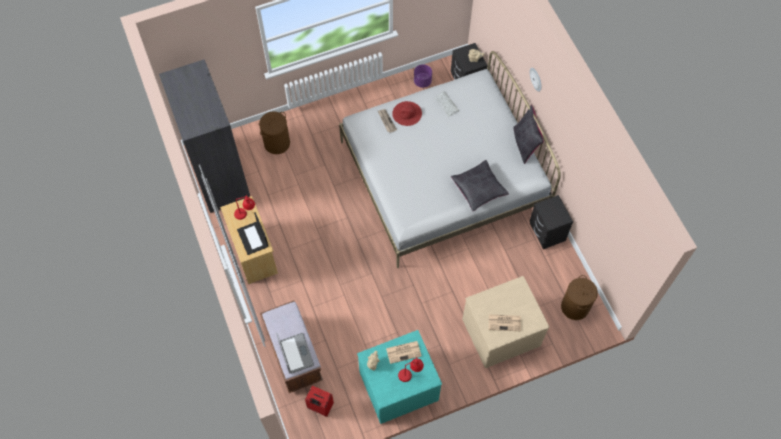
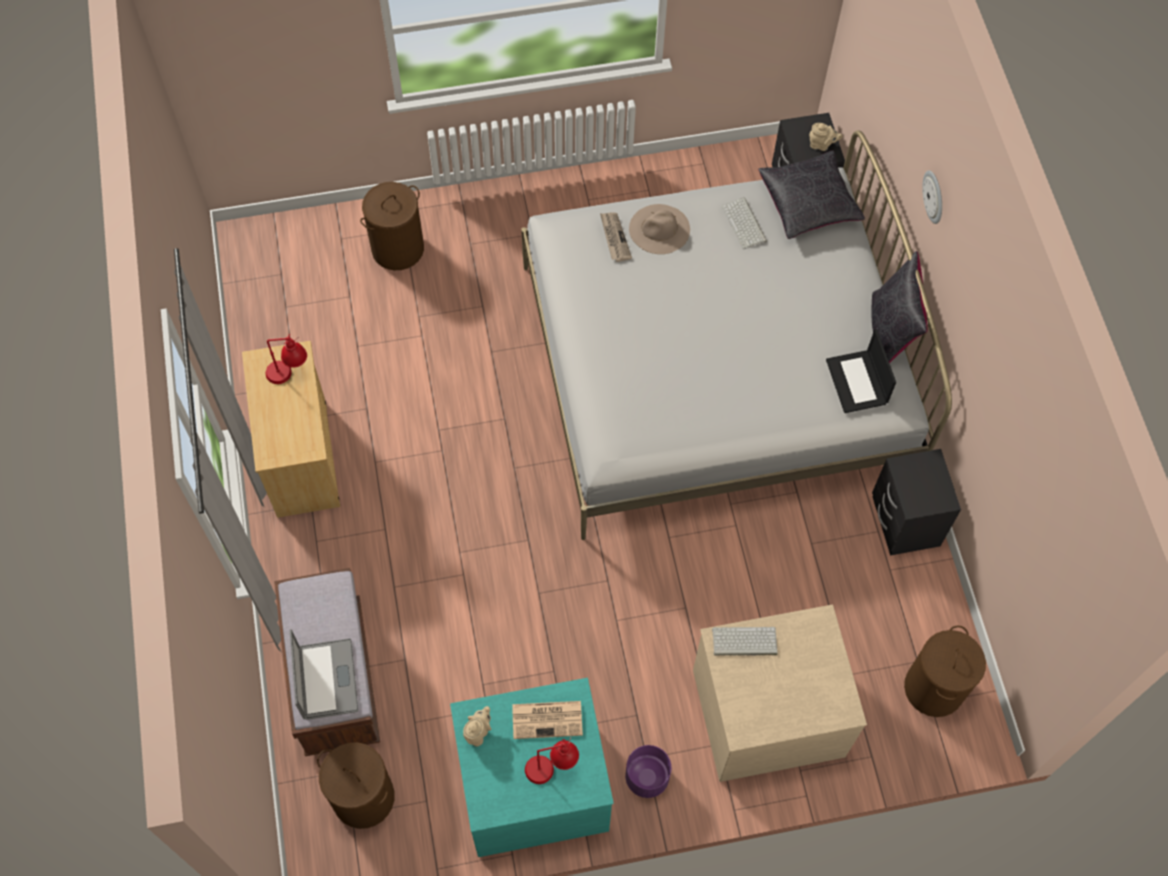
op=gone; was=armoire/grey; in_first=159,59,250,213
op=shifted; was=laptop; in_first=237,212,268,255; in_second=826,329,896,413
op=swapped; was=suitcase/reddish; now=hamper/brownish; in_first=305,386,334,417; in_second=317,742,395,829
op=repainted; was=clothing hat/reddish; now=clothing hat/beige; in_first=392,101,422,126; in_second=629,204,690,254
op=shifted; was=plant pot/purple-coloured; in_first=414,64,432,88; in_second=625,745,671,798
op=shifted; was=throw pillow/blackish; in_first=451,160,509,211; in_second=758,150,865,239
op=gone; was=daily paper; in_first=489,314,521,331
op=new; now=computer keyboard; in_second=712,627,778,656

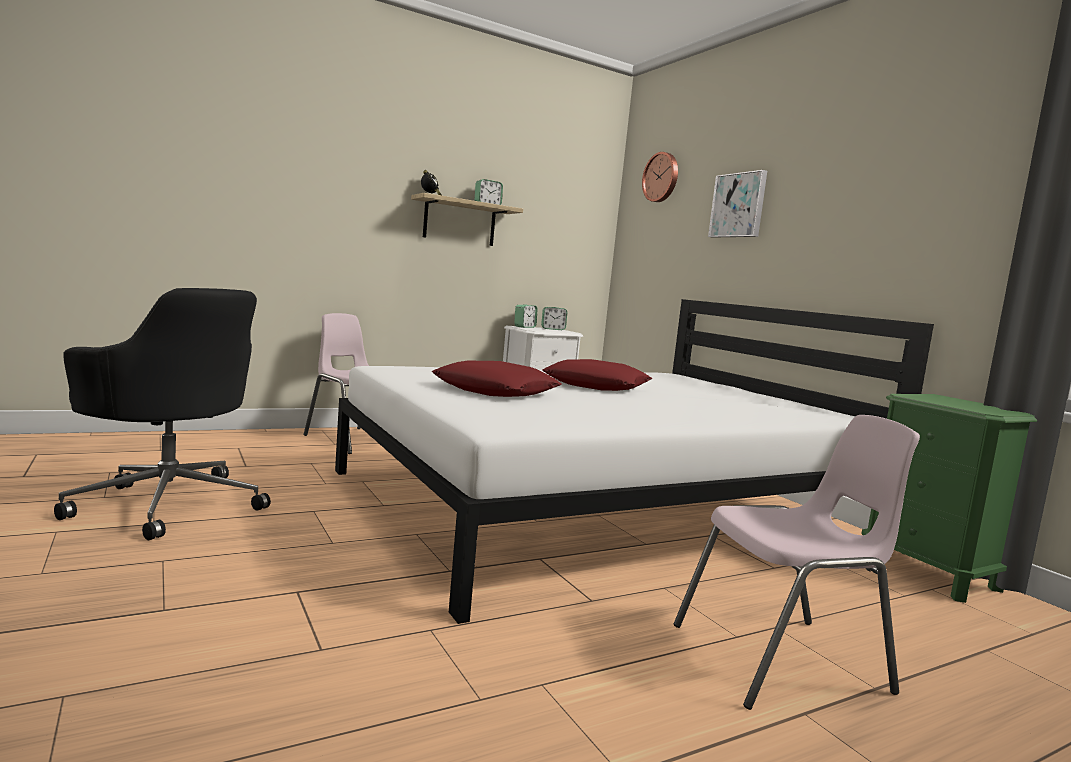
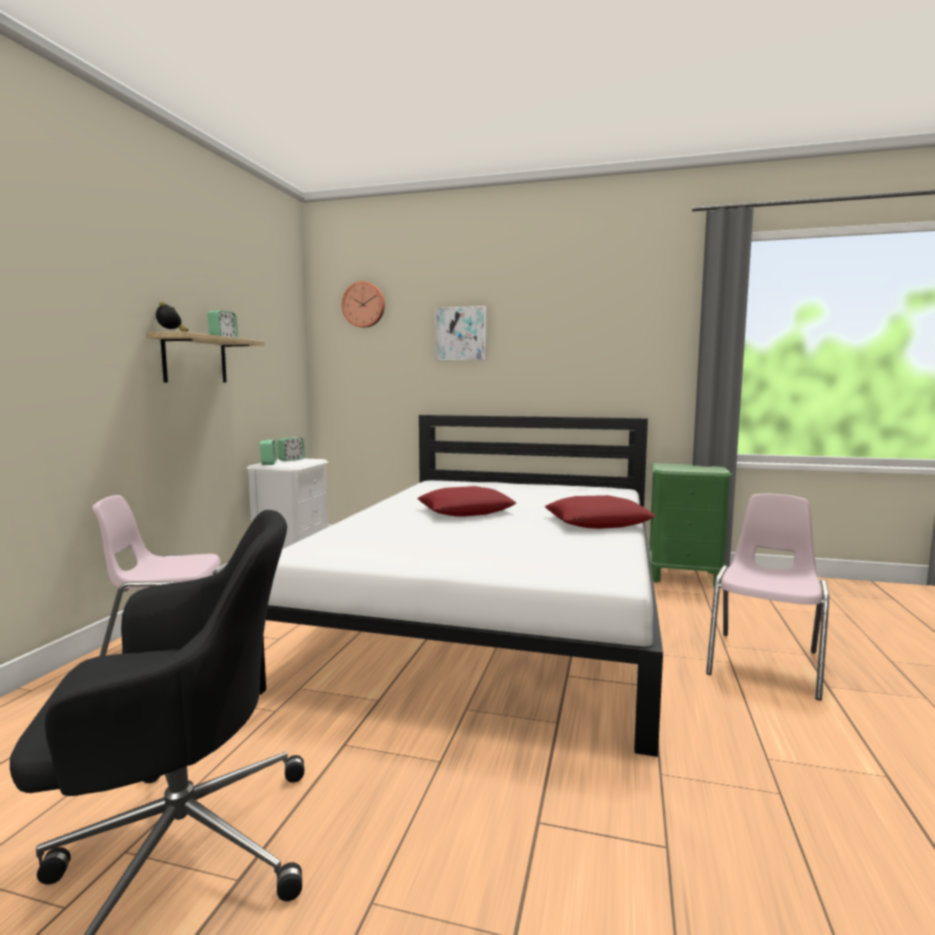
op=shifted; was=throw pillow/reddish; in_first=432,361,562,397; in_second=545,495,656,529

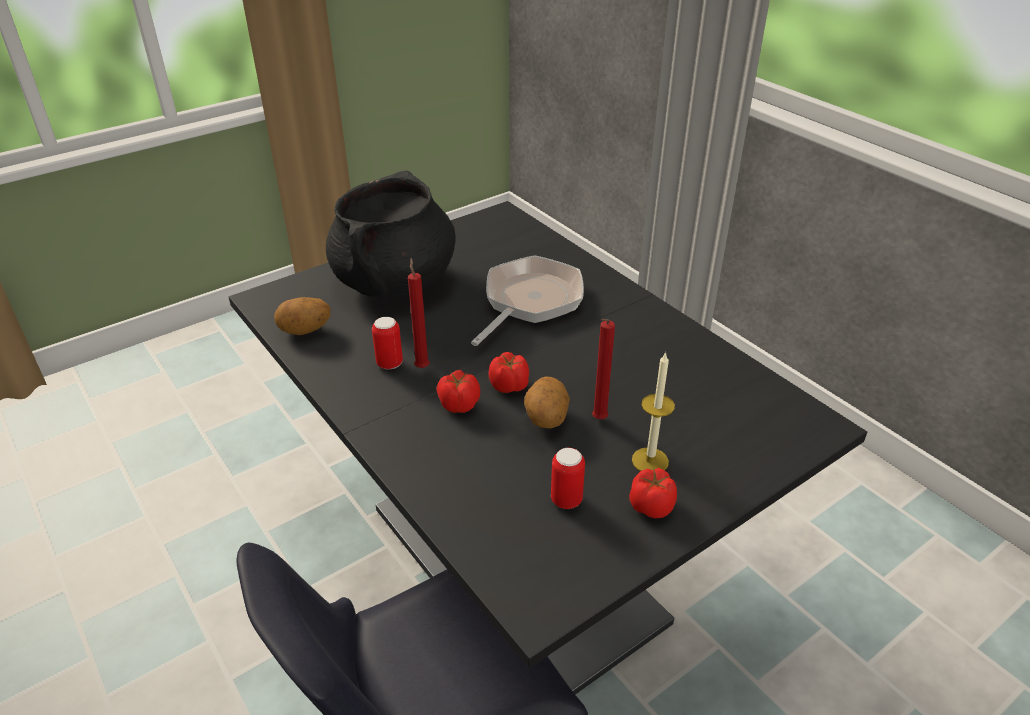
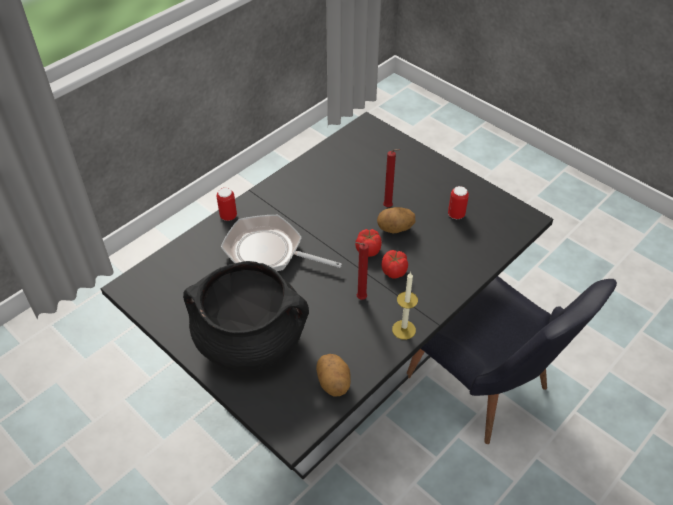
op=shifted; was=sealed can; in_first=372,317,403,369; in_second=217,188,237,221
op=gone; was=fresh tomato; in_first=629,468,677,518
op=shifted; was=wax candle; in_first=632,352,675,471; in_second=392,272,418,340

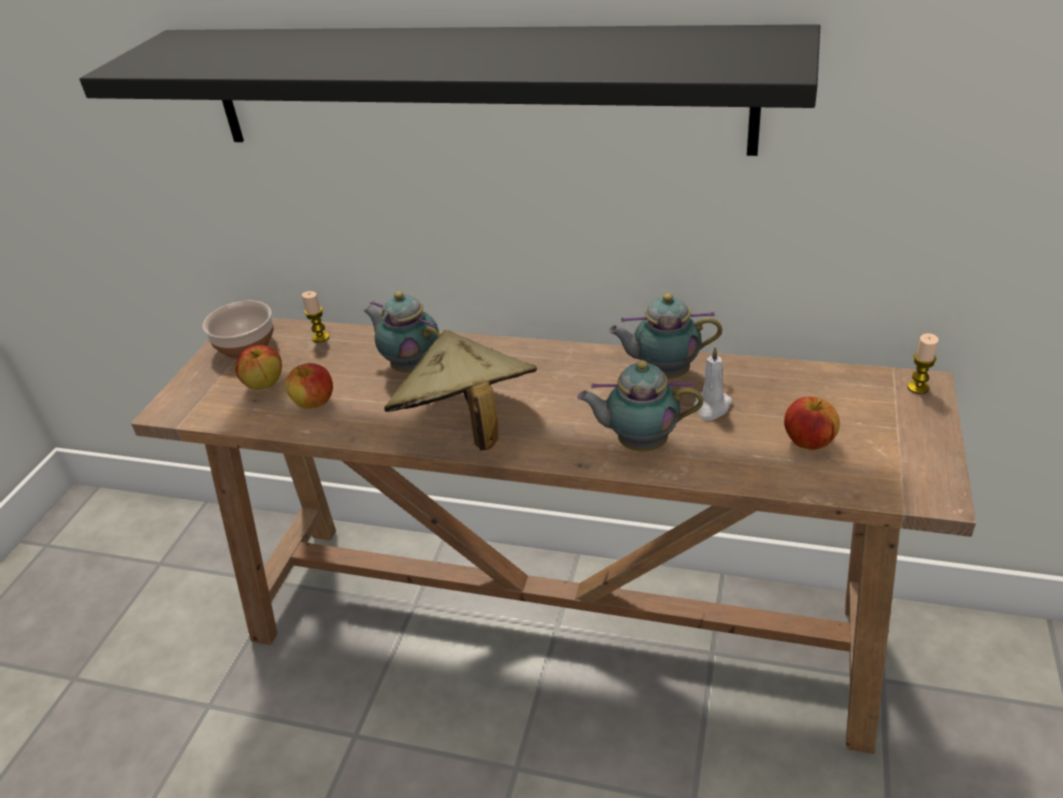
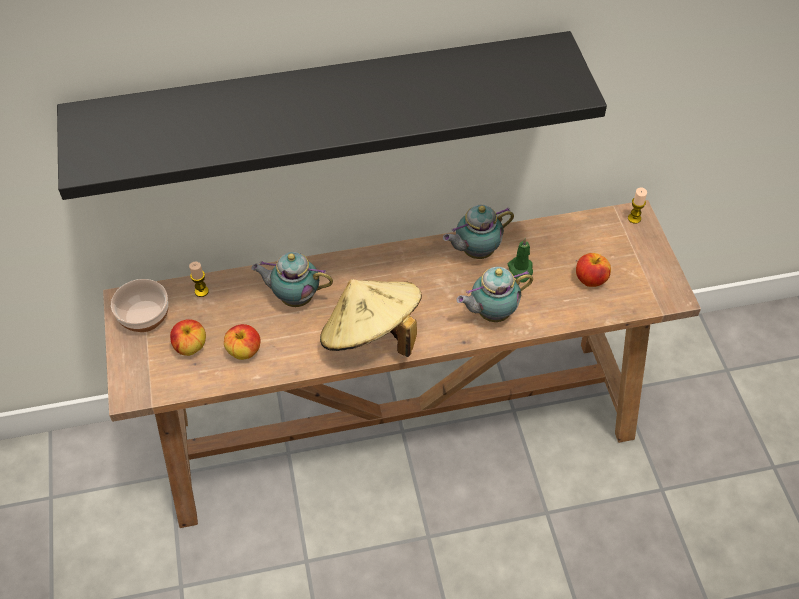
op=repainted; was=wax candle/whitish; now=wax candle/green-coloured; in_first=694,346,732,420; in_second=508,238,533,283

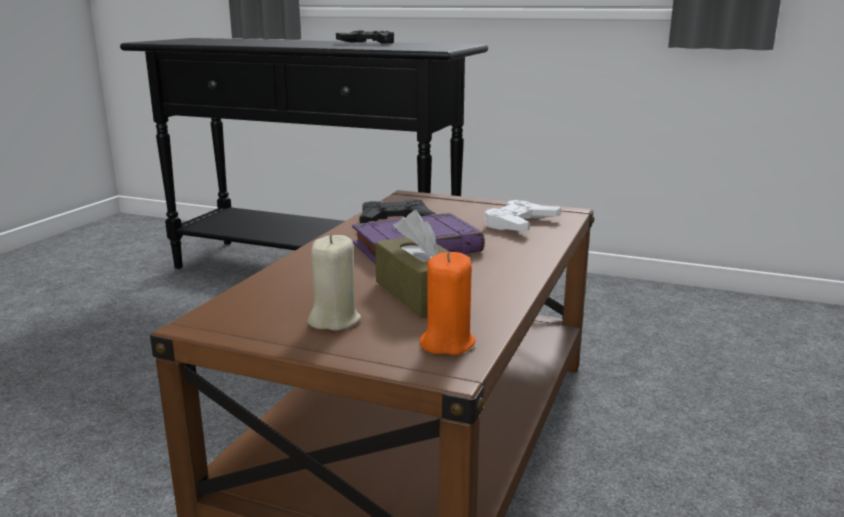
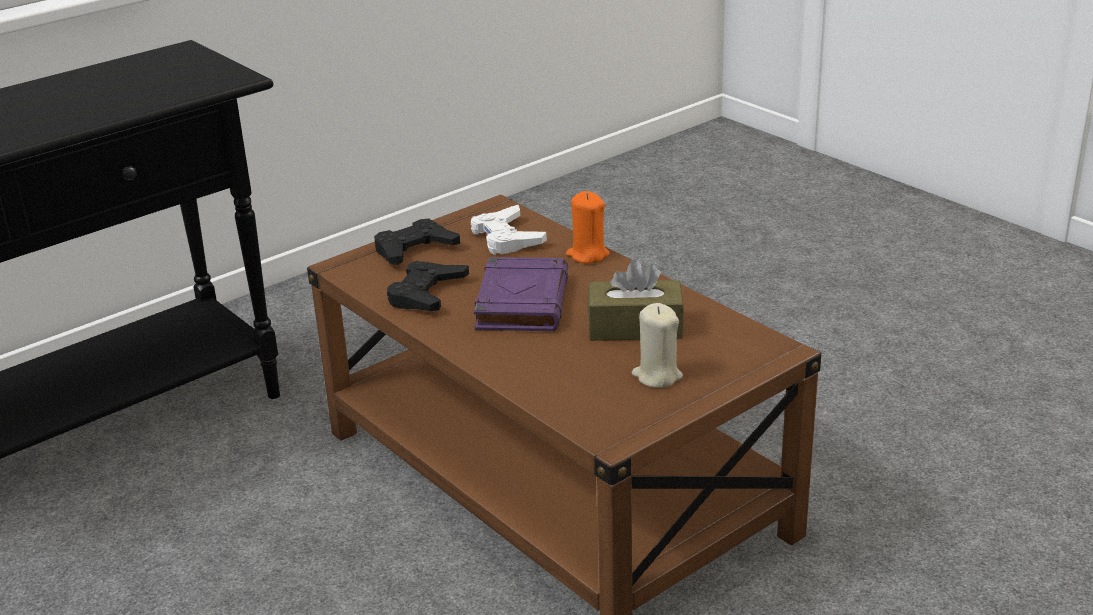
op=shifted; was=gamepad/blackish; in_first=336,30,394,44; in_second=374,219,460,265
op=shifted; was=wax candle/orange-coloured; in_first=420,252,476,355; in_second=566,191,610,263

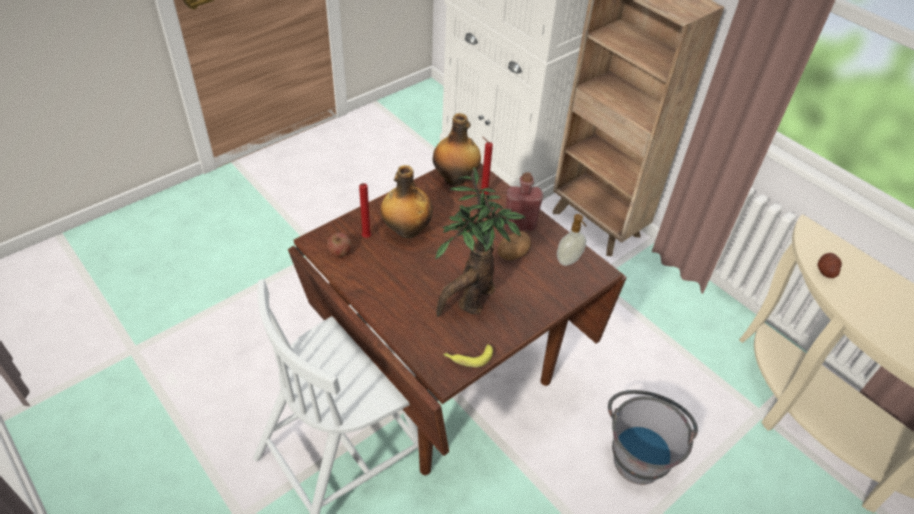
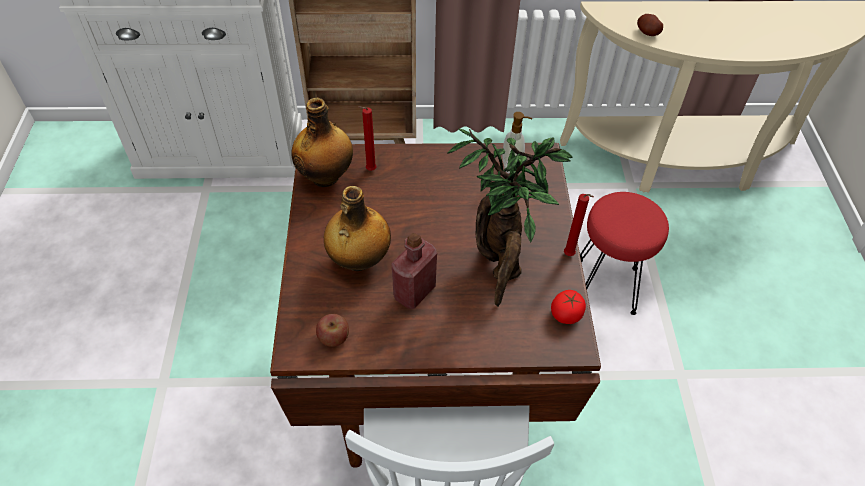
op=shifted; was=wax candle/reddish; in_first=359,183,371,238; in_second=564,194,594,256
op=swapped; was=banana; now=fresh tomato; in_first=443,344,493,367; in_second=551,290,586,324
op=gone; was=whole potato; in_first=497,231,531,260
op=shifted; was=drink bottle/reddish; in_first=505,172,543,231; in_second=391,233,437,309
op=swapped; was=water bucket/grey; now=stool/reddish; in_first=608,390,698,485; in_second=580,192,669,315

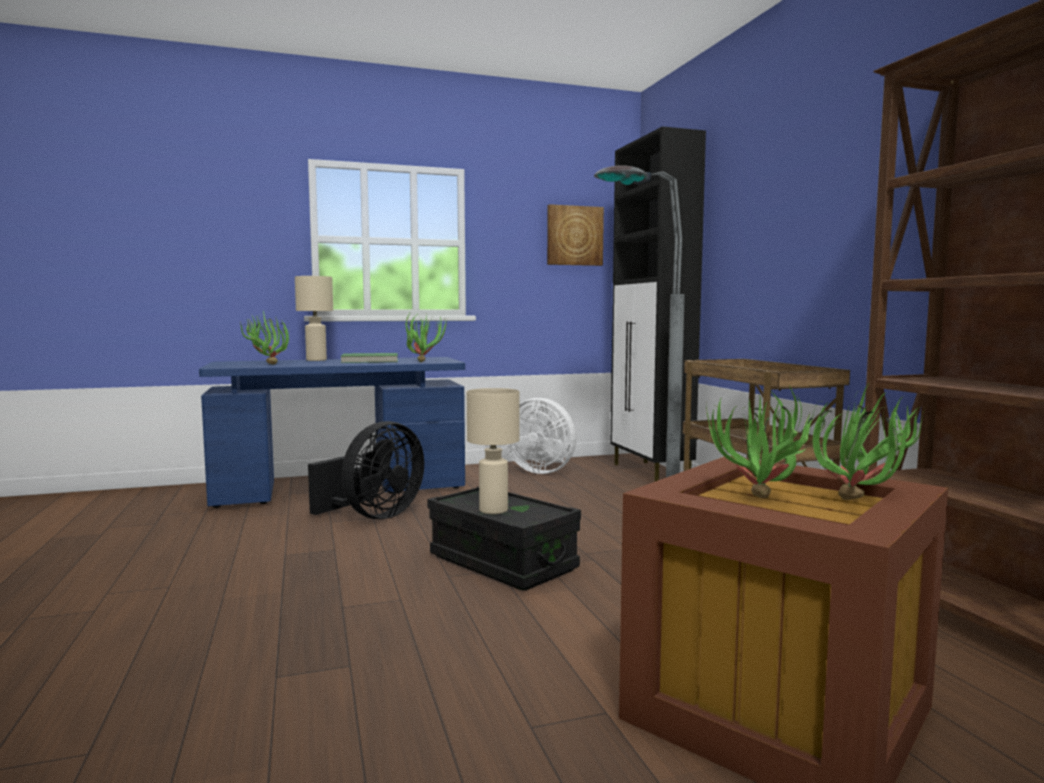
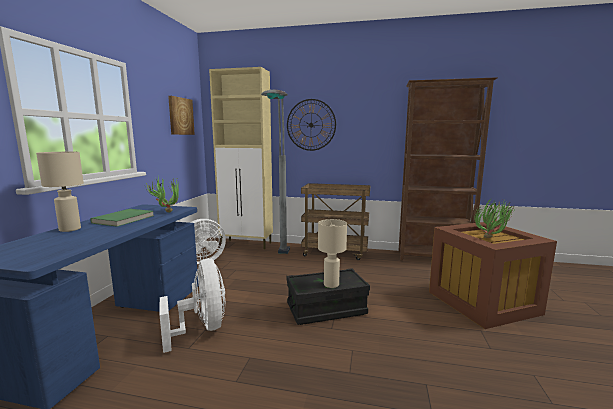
op=gone; was=plant in a pot; in_first=240,311,290,364
op=repainted; was=fan/blackish; now=fan/whitish; in_first=308,421,424,519; in_second=160,259,225,353
op=repainted; was=cupboard/blackish; now=cupboard/beige; in_first=610,126,706,482; in_second=209,67,273,249
op=new; now=clock on the wall; in_second=287,99,336,151

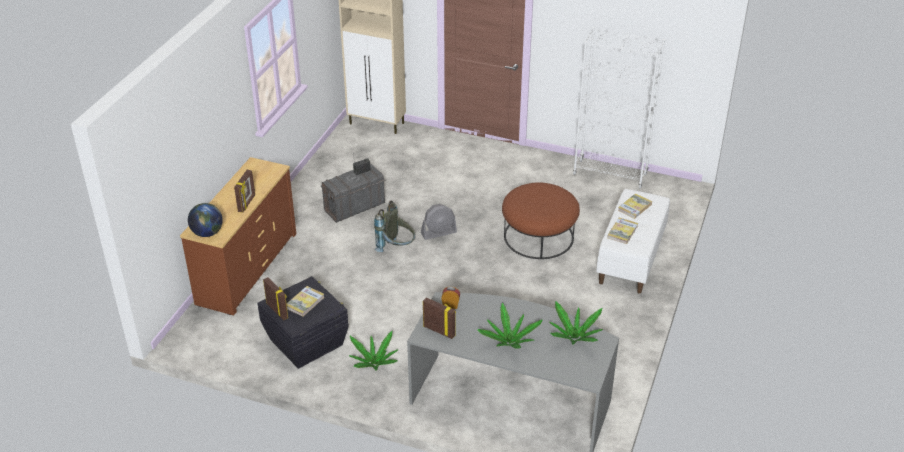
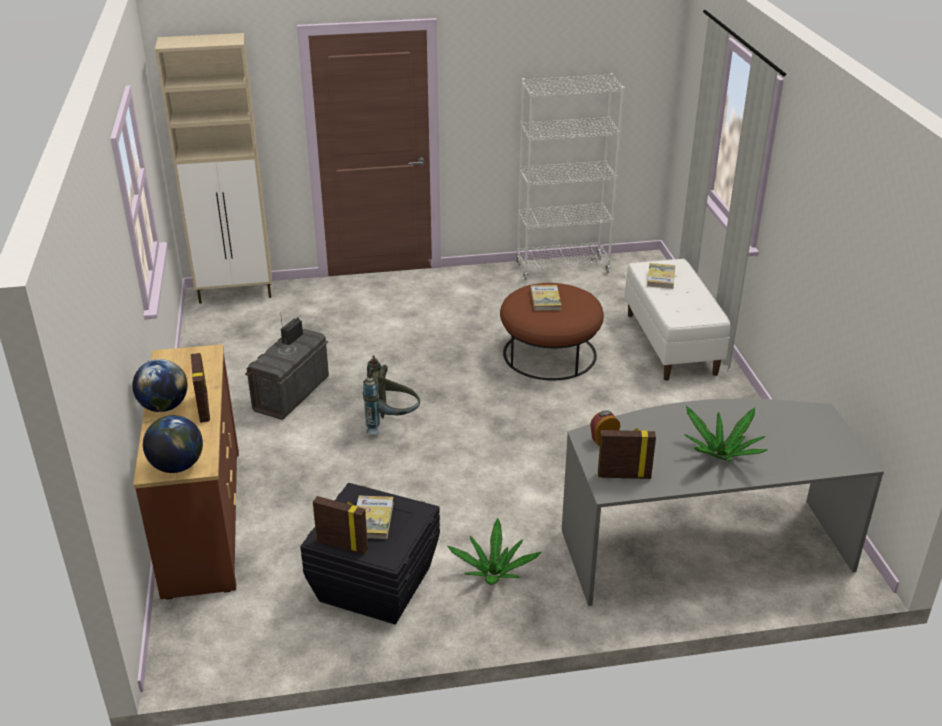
op=gone; was=fan/grey; in_first=421,204,457,240
op=gone; was=plant in a pot; in_first=549,301,603,344
op=shifted; was=book; in_first=607,217,638,244; in_second=531,285,561,311
op=new; now=desk globe; in_second=132,359,187,412

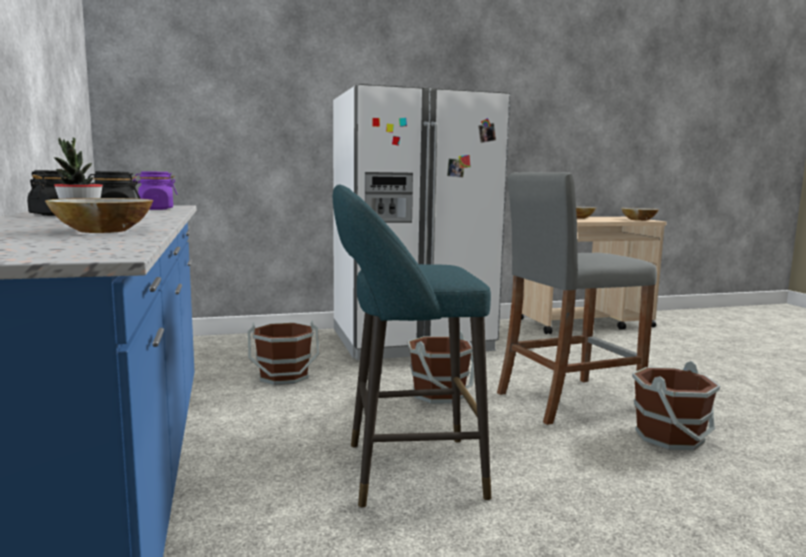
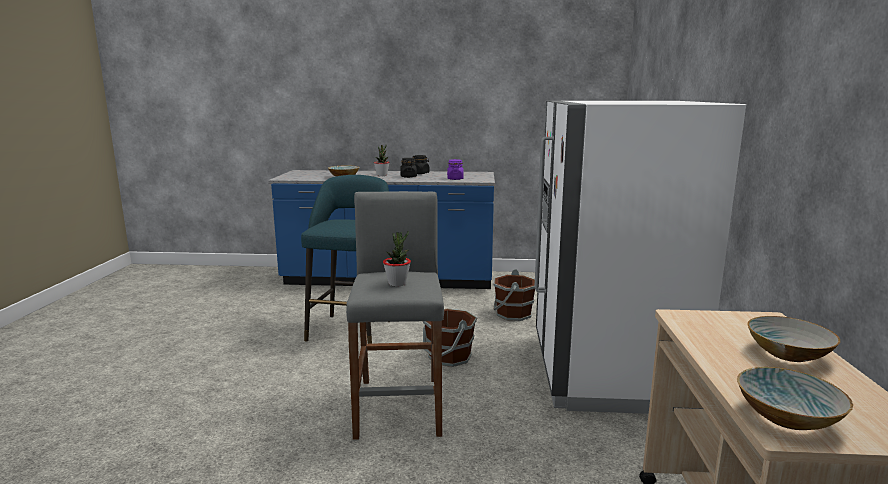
op=gone; was=water bucket/brownish; in_first=632,361,720,450
op=new; now=plant in a pot; in_second=383,231,411,287

